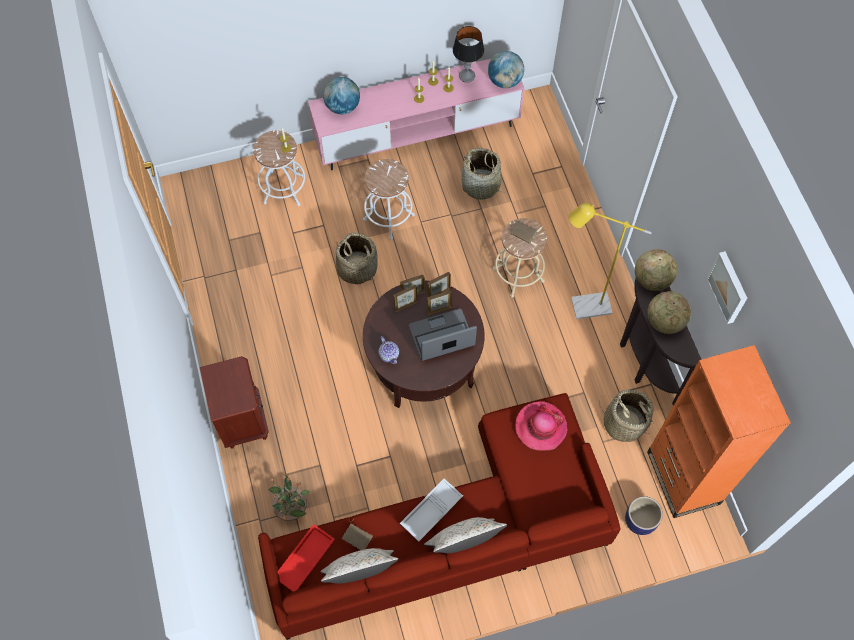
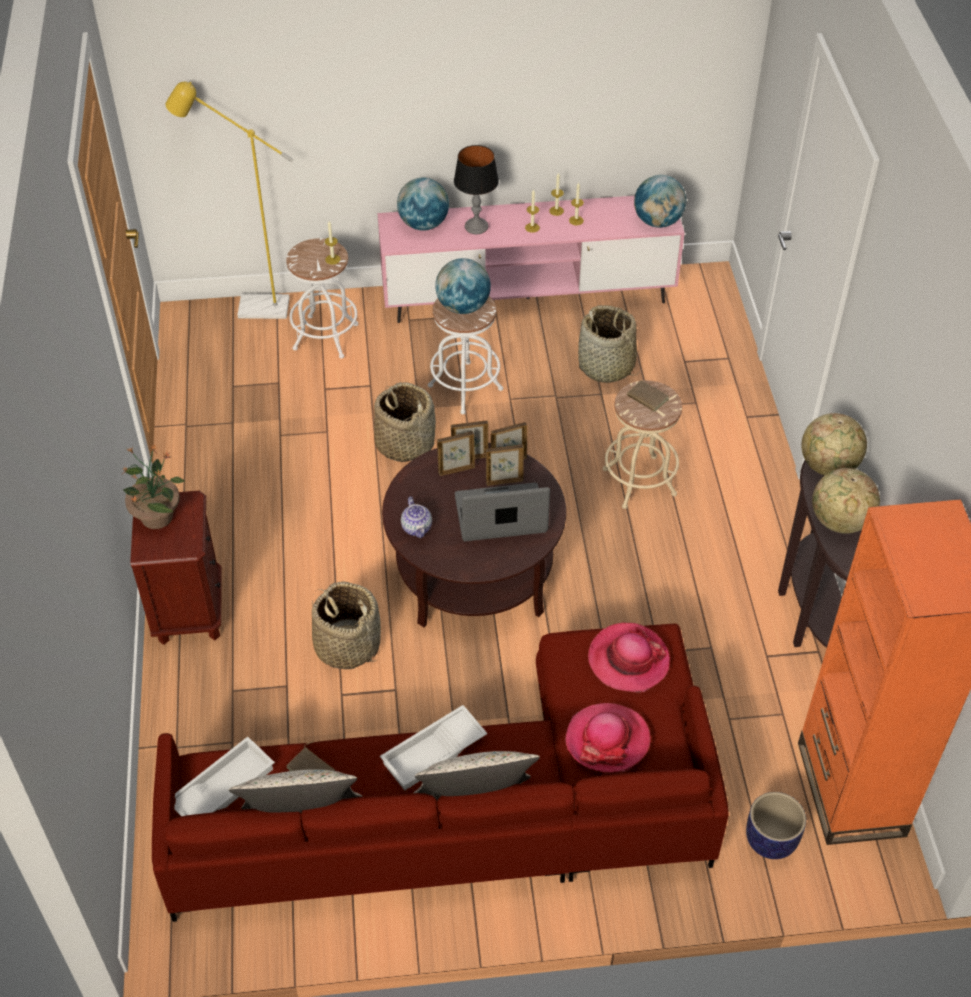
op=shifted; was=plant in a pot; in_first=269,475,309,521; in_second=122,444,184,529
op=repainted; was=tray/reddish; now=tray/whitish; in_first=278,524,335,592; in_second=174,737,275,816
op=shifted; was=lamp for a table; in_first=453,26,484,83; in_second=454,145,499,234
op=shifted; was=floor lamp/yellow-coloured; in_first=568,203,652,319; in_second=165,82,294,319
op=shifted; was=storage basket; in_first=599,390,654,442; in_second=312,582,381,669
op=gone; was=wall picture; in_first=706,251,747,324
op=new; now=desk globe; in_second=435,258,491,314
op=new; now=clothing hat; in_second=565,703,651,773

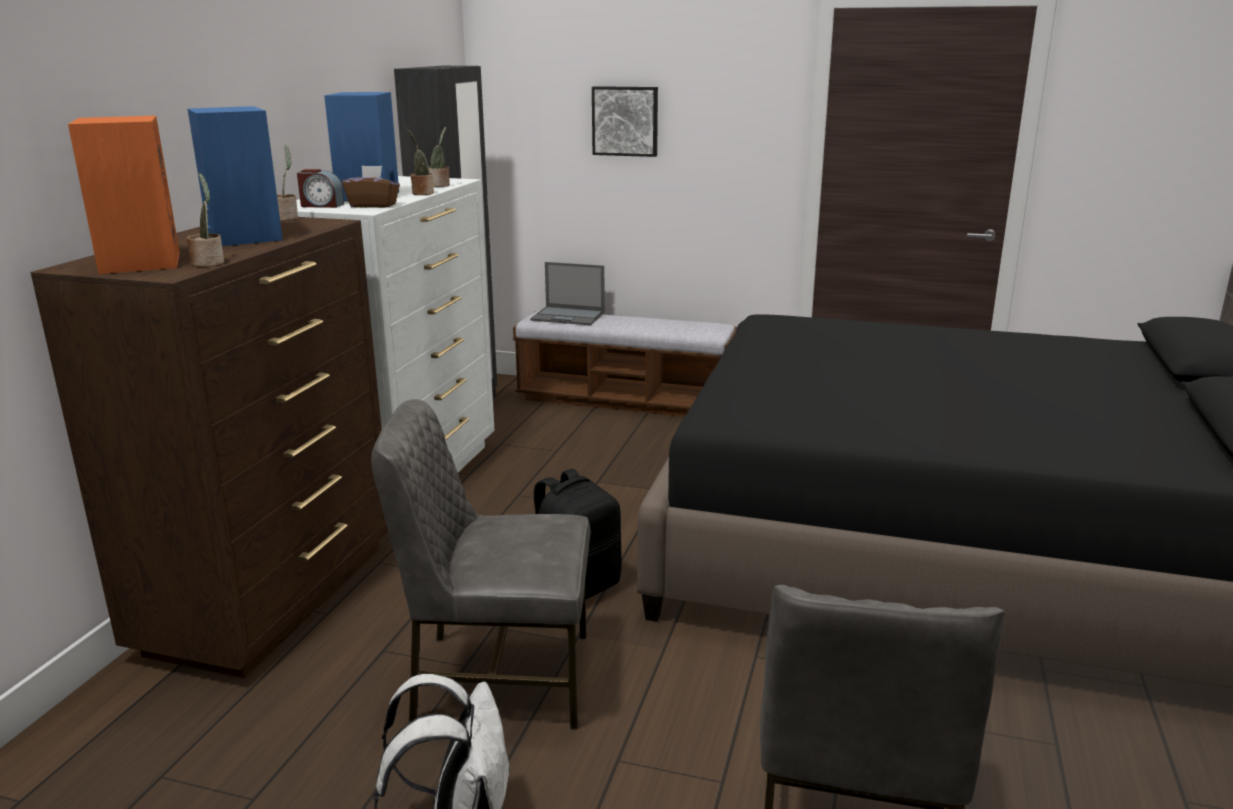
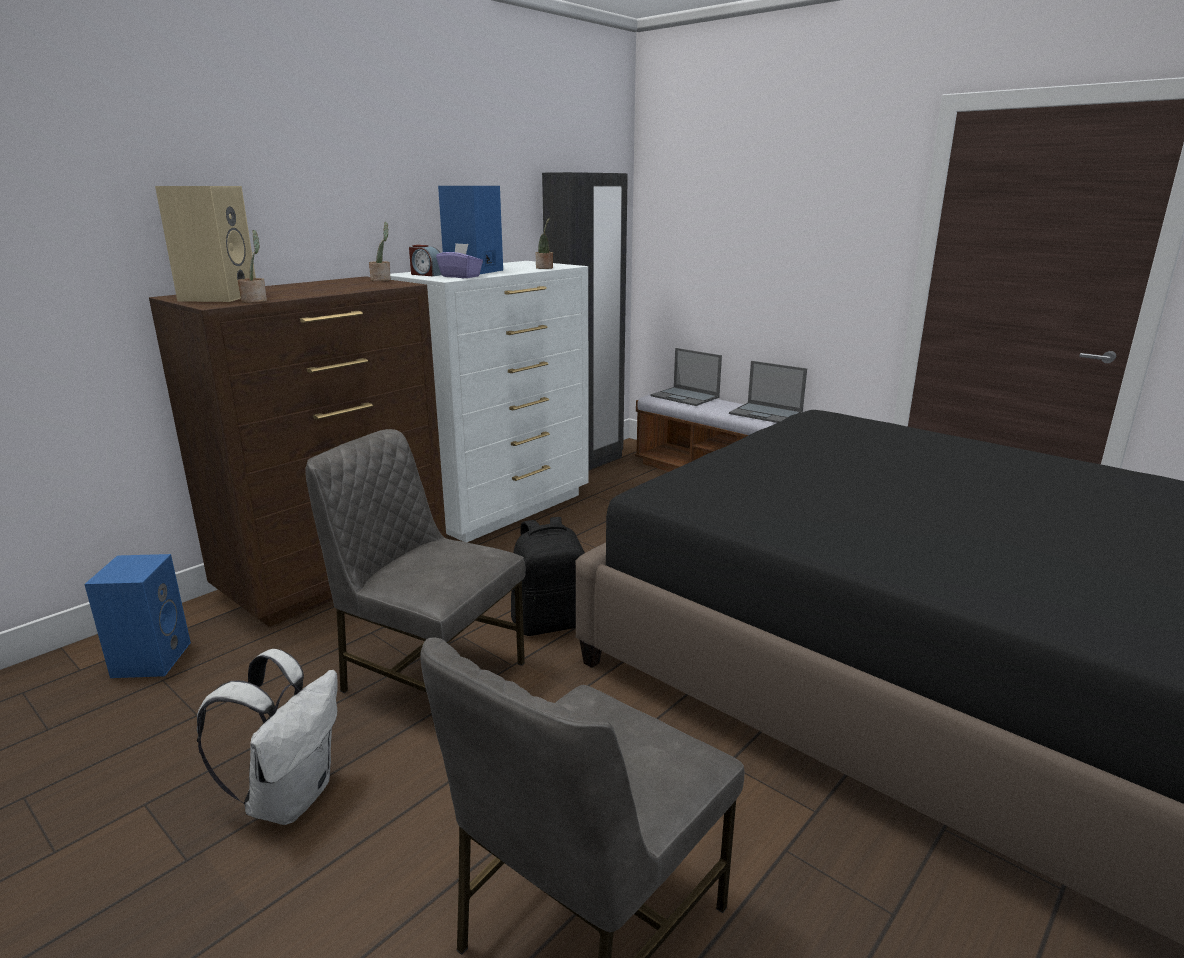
op=repainted; was=audio speaker/orange-coloured; now=audio speaker/beige; in_first=68,115,179,274; in_second=155,186,256,302
op=shifted; was=audio speaker/blue; in_first=188,106,283,246; in_second=84,554,191,678
op=repainted; was=box of tissues/brownish; now=box of tissues/purple-coloured; in_first=342,166,400,208; in_second=436,243,483,278
op=gone; was=plant in a pot; in_first=408,131,434,195
op=gone; was=wall picture; in_first=592,86,658,157
op=new; now=laptop; in_second=729,361,807,423

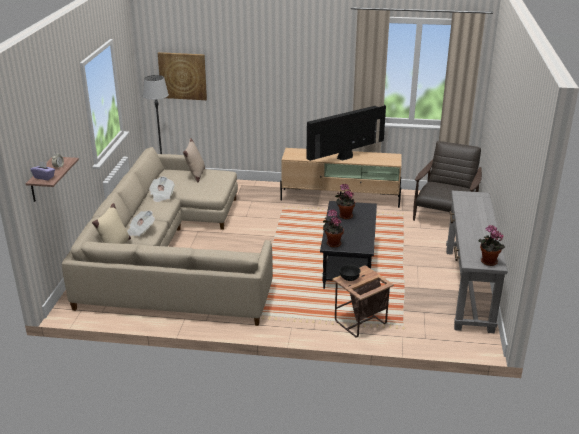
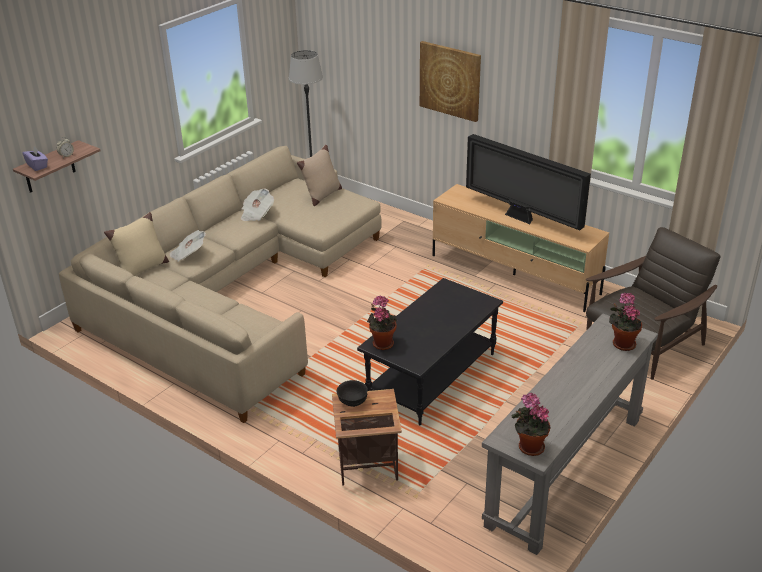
op=shifted; was=wall picture; in_first=158,52,207,100; in_second=420,41,481,122
op=rotated; was=television; in_first=306,105,386,161; in_second=466,134,591,230; clockwise=-135
op=shifted; was=plant in a pot; in_first=335,184,355,219; in_second=609,292,642,351

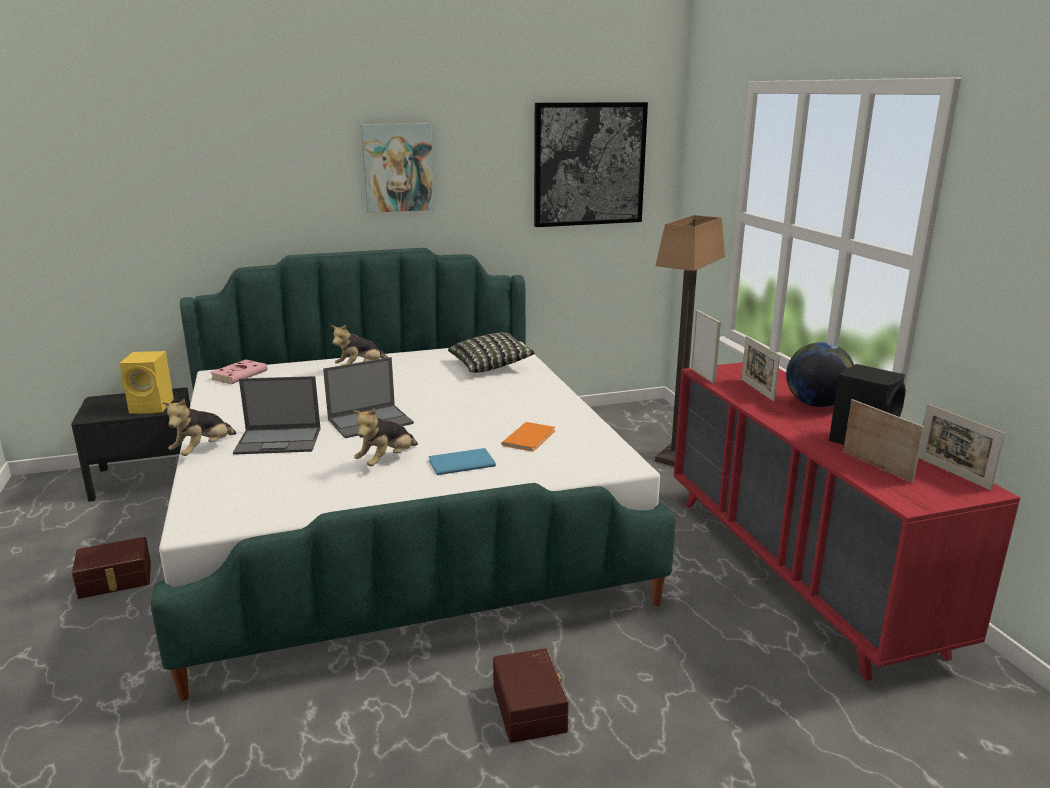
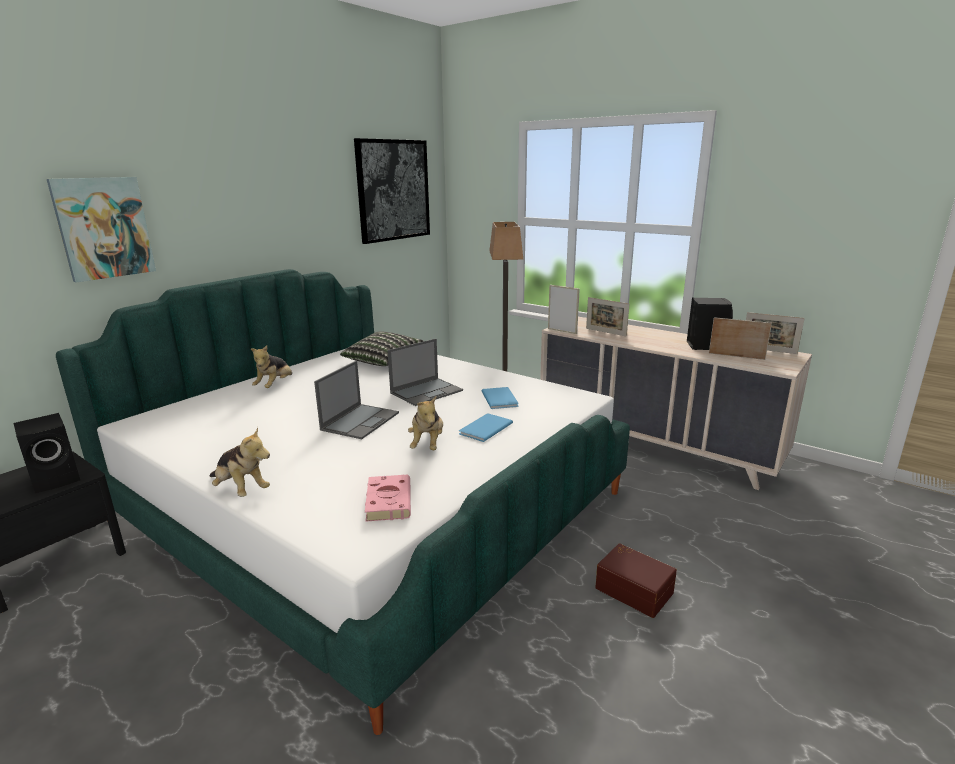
op=gone; was=storage container/brownish; in_first=72,537,151,599
op=repainted; was=audio speaker/yellow-coloured; now=audio speaker/blackish; in_first=119,351,174,414; in_second=14,413,80,493
op=rotated; was=cuddly toy; in_first=162,399,237,456; in_second=210,427,270,497; clockwise=-45
op=shifted; was=book/pink-coloured; in_first=210,359,267,384; in_second=365,475,411,522
op=shifted; was=laptop; in_first=233,376,321,455; in_second=387,339,463,406
op=shifted; was=wall picture; in_first=361,123,434,213; in_second=47,177,156,283
op=repainted; was=book/orange-coloured; now=book/blue; in_first=501,422,555,452; in_second=481,387,519,409
op=repainted; was=drawer chest/reddish; now=drawer chest/beige; in_first=674,362,1020,681; in_second=540,317,812,490
op=gone; was=desk globe; in_first=786,342,854,407

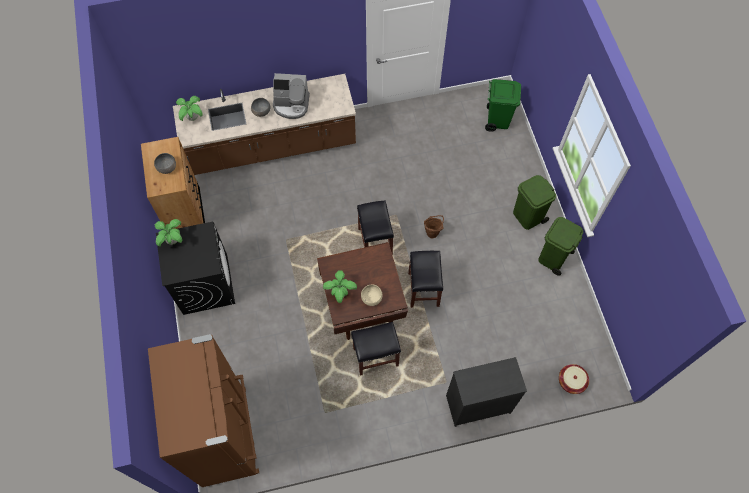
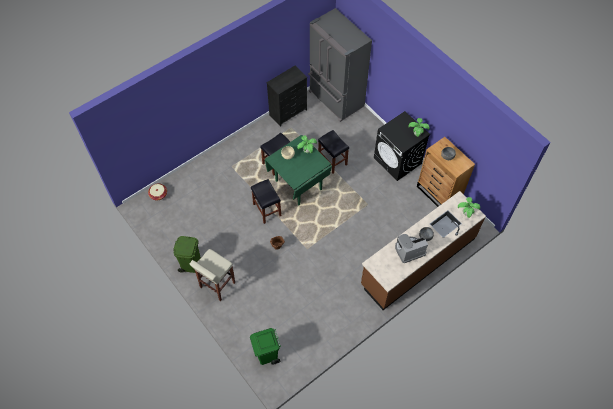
op=repainted; was=kitchen fridge/brownish; now=kitchen fridge/grey; in_first=148,334,259,487; in_second=308,8,372,122
op=repainted; was=dining table/brownish; now=dining table/green-coloured; in_first=317,242,408,340; in_second=265,135,332,205
op=shifted; was=stool/blackish; in_first=357,200,394,255; in_second=318,130,349,174
op=shifted; was=drawer chest/blackish; in_first=446,357,527,427; in_second=266,66,307,127
op=swapped; was=trash can/green-coloured; now=stool/beige; in_first=513,175,556,230; in_second=190,249,235,301

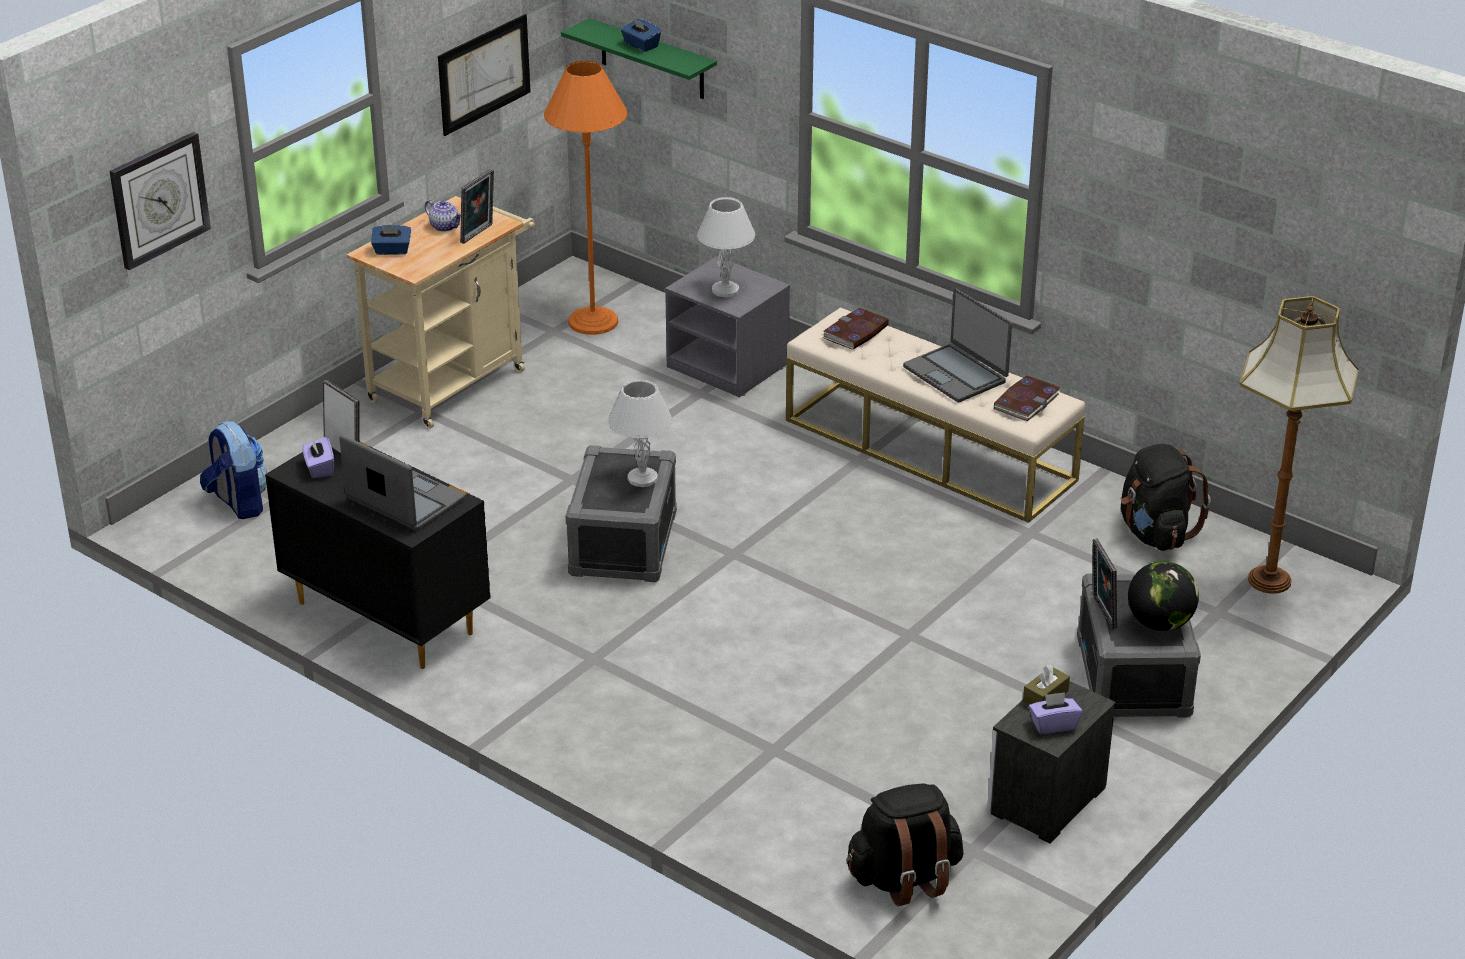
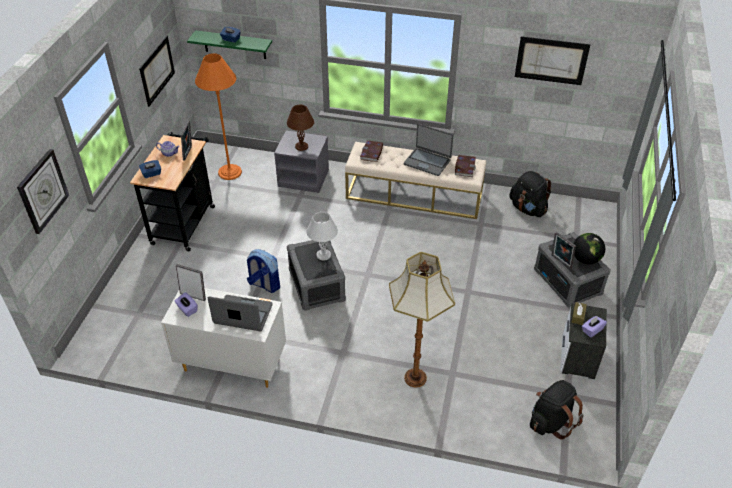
op=shifted; was=knapsack; in_first=200,421,267,519; in_second=247,249,280,293
op=repainted; was=drawer chest/blackish; now=drawer chest/whitish; in_first=265,442,491,669; in_second=161,288,286,388
op=repainted; was=cart/beige; now=cart/blackish; in_first=347,196,535,429; in_second=130,132,215,251
op=repainted; was=lamp for a table/whitish; now=lamp for a table/brownish; in_first=697,197,755,297; in_second=287,104,314,151
op=shifted; was=floor lamp; in_first=1239,296,1359,594; in_second=389,252,455,388
op=new; now=wall picture; in_second=515,36,590,85

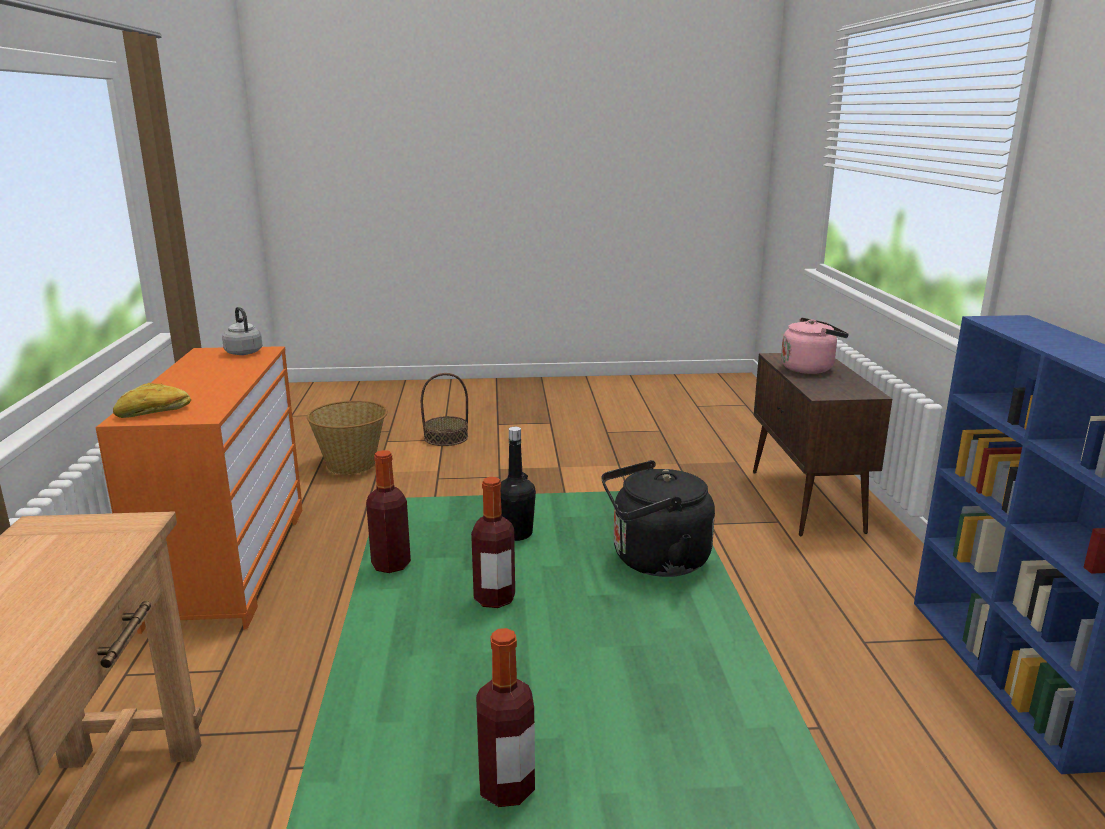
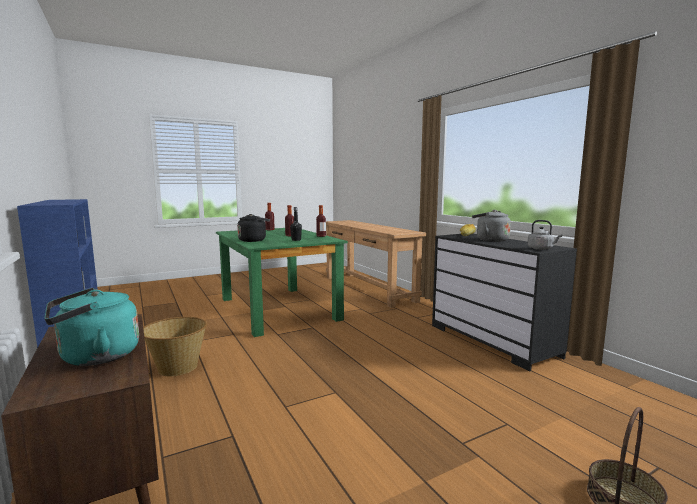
op=repainted; was=drawer chest/orange-coloured; now=drawer chest/blackish; in_first=95,346,302,634; in_second=432,234,577,371
op=shifted; was=storage basket; in_first=307,401,388,475; in_second=143,317,207,376
op=repainted; was=tea kettle/pink-coloured; now=tea kettle/turquoise; in_first=781,318,849,374; in_second=44,288,139,366
op=new; now=tea kettle/grey; in_second=472,210,511,242

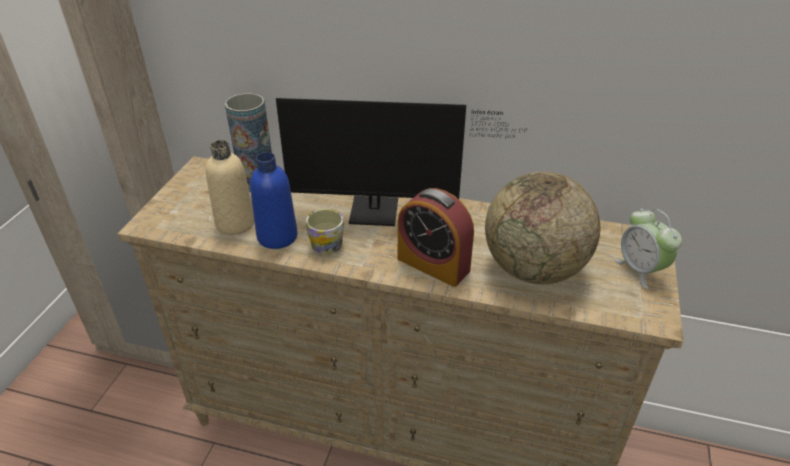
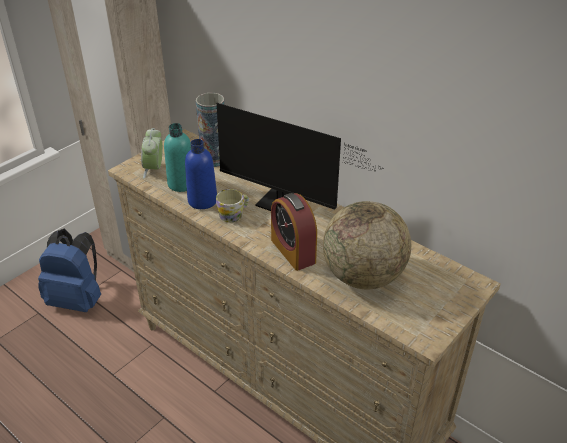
op=repainted; was=drink bottle/beige; now=drink bottle/turquoise; in_first=206,140,255,235; in_second=164,123,191,192
op=shifted; was=alarm clock; in_first=614,209,682,289; in_second=141,128,163,178
op=new; now=knapsack/blue; in_second=38,228,101,312

